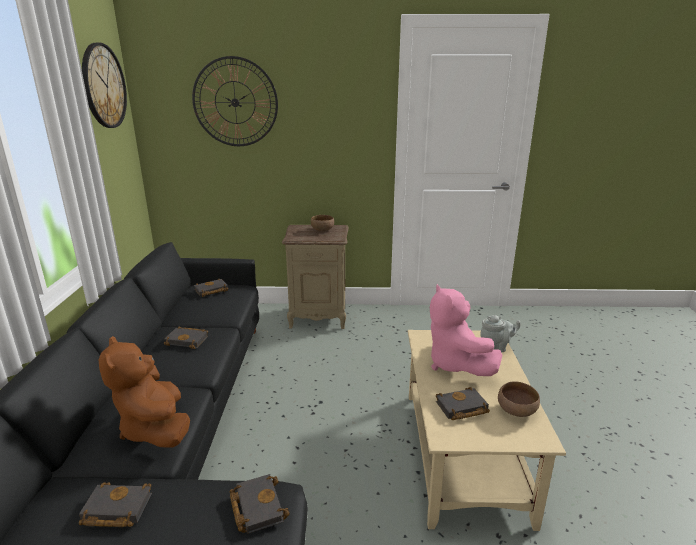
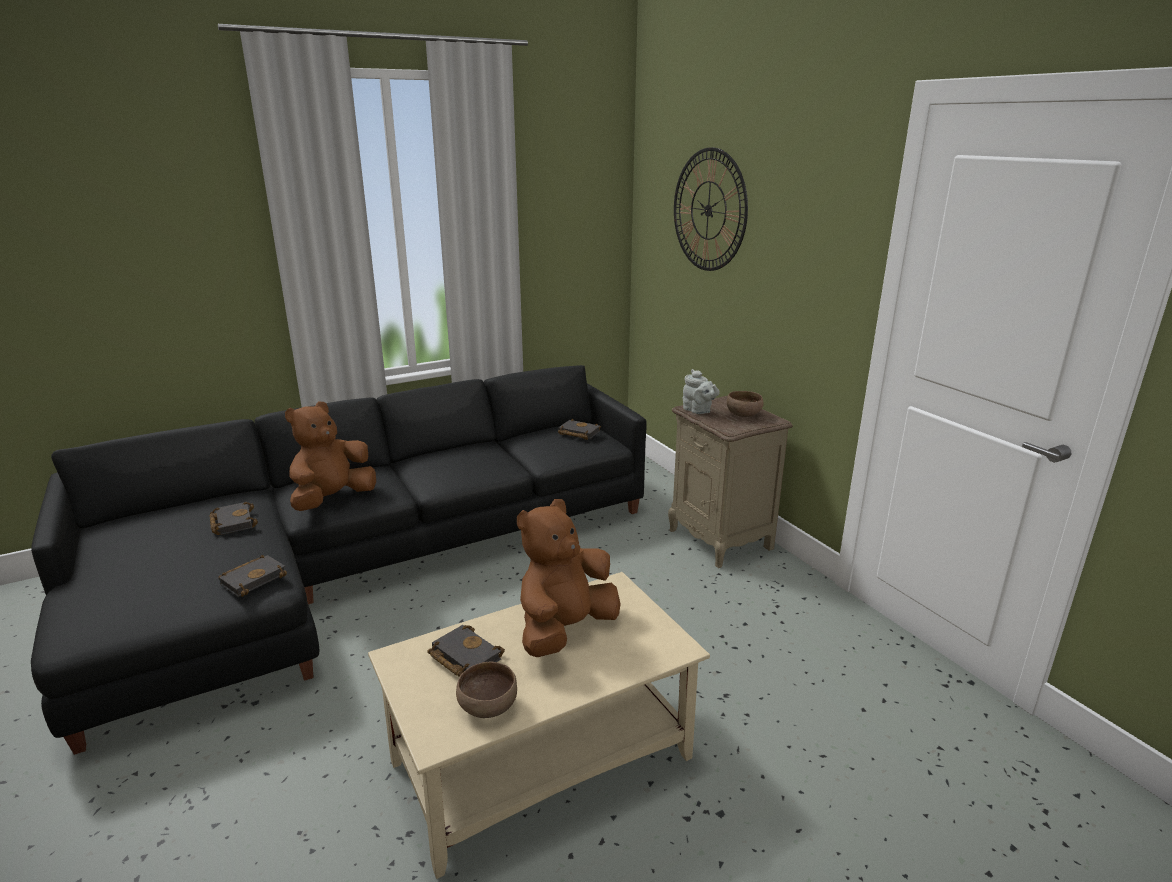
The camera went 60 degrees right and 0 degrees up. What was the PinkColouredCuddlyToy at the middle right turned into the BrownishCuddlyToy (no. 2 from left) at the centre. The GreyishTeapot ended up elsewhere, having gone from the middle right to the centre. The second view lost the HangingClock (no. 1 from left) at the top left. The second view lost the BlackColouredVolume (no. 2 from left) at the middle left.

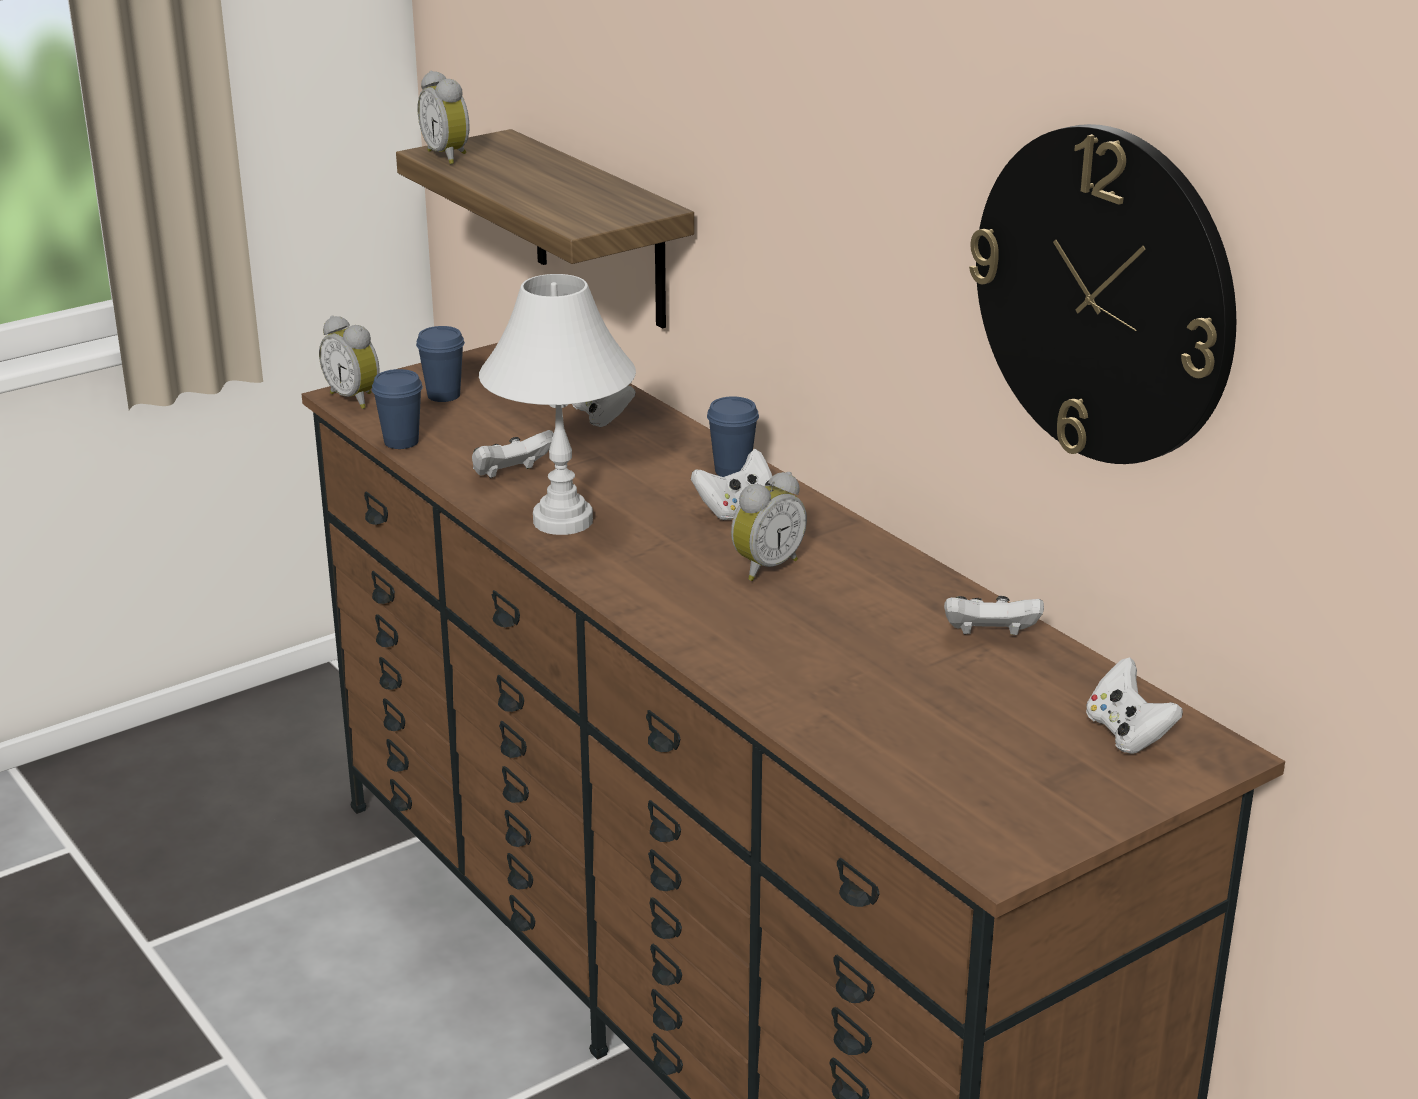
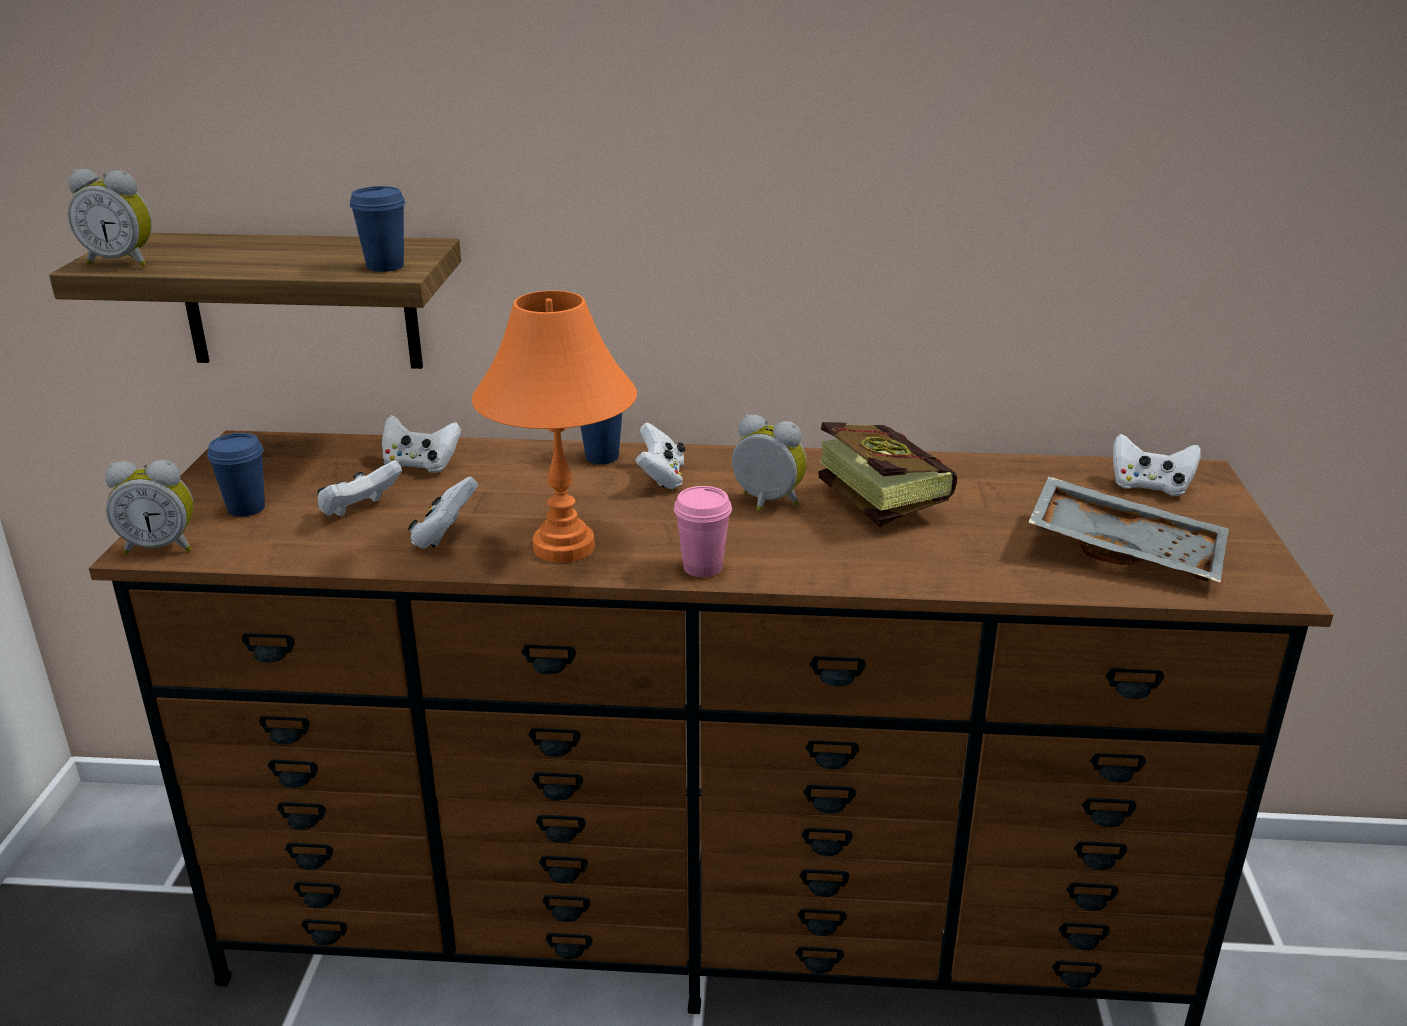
The camera went 50 degrees left and 0 degrees up. The WhitishGameController (no. 4 from left in the first image) ended up elsewhere, having gone from the middle right to the middle left. The BlueColouredSmallCup (no. 1 from left in the first image) ended up elsewhere, having gone from the middle left to the top left. What was the WhitishLampForATable at the centre turned into the OrangeyLampForATable at the centre. The second view gained the PinkColouredSmallCup at the centre. The TableClock (no. 3 from left) at the centre ended up facing another way, 60 degrees counterclockwise from before. The second view gained the Volume at the centre. The second view gained the GreyishCarryingTray at the middle right. The second view lost the HangingClock at the top right.

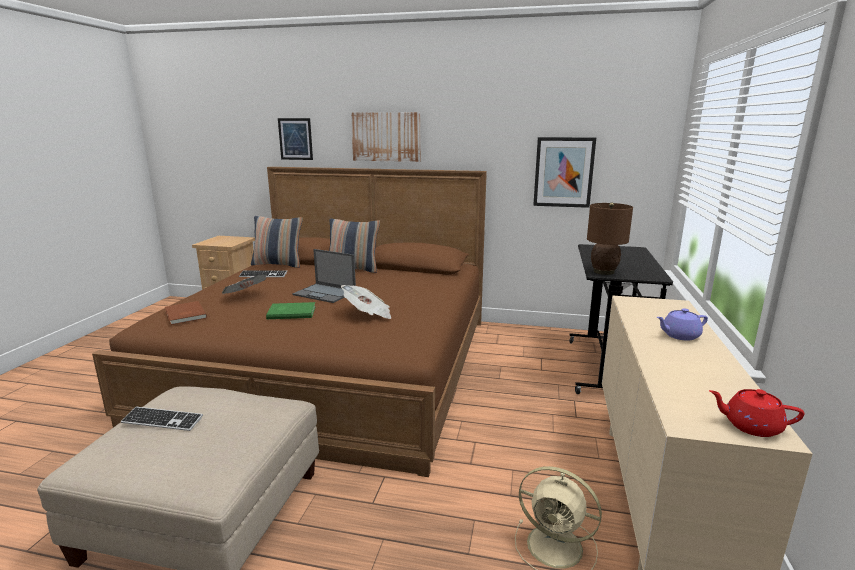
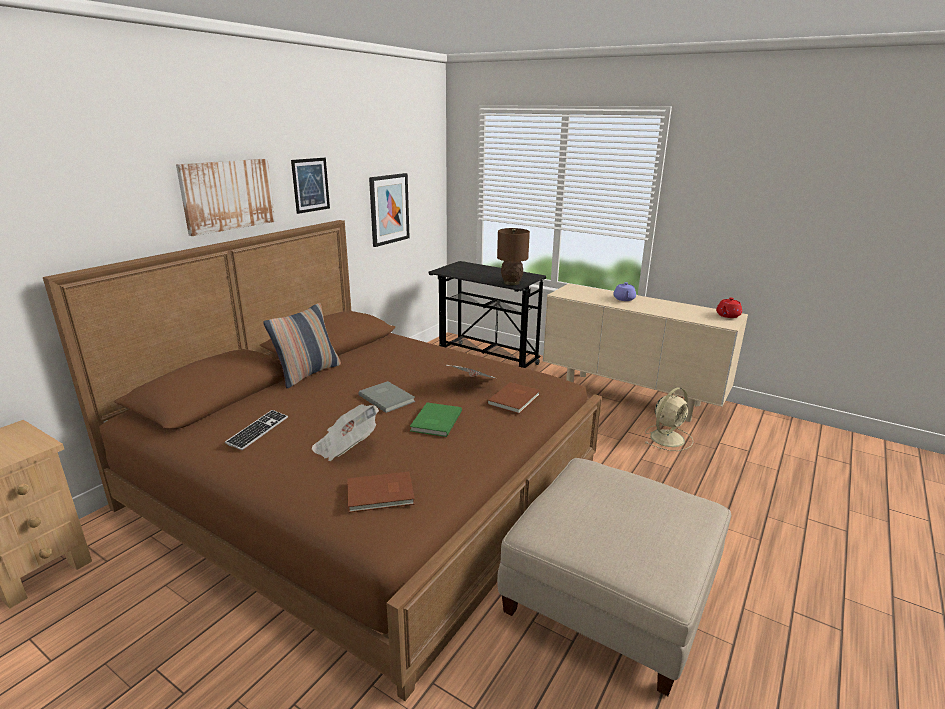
The camera went 70 degrees left and 5 degrees up. The WallArt (no. 1 from left in the first image) ended up elsewhere, having gone from the top centre to the top left. Where the NotebookComputer stood at the centre, the GreyishVolume came to stand at the centre. The second view gained the BrownishVolume (no. 2 from left) at the centre. The second view lost the PcKeyboard (no. 1 from left) at the bottom left. The second view lost the Cushion (no. 1 from left) at the middle left.

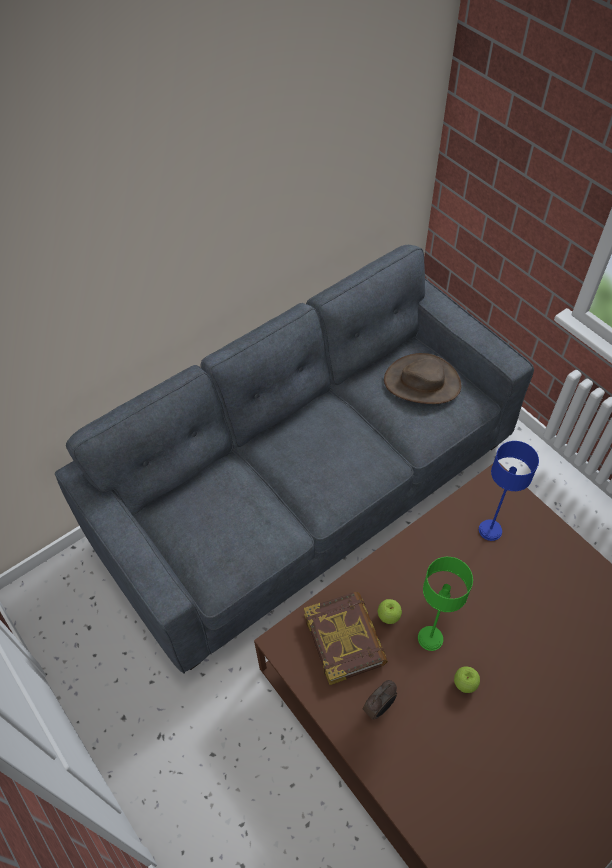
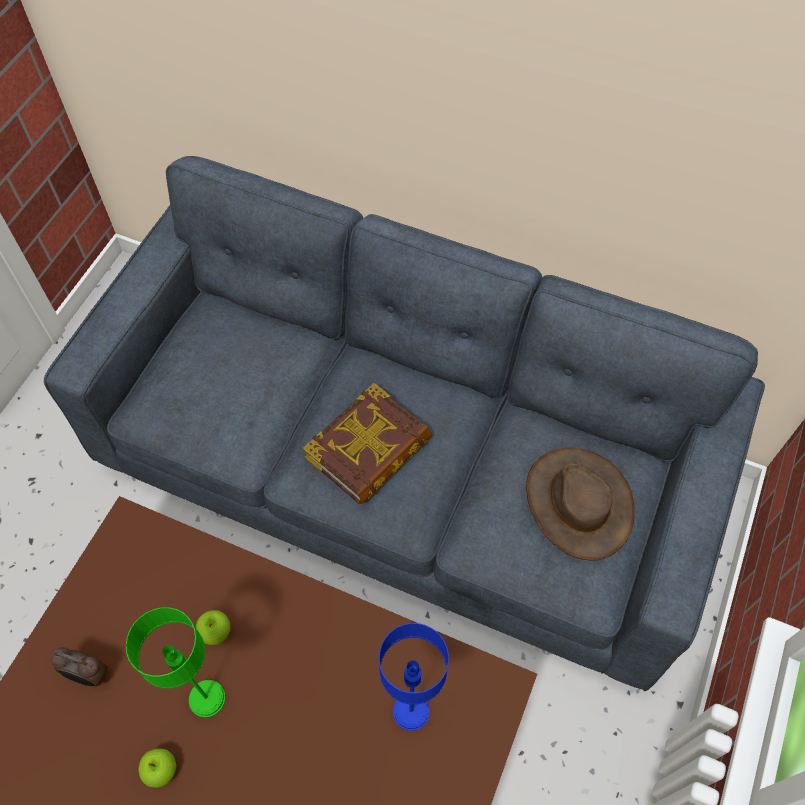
The camera went 60 degrees right and 5 degrees up. The Volume ended up elsewhere, having gone from the bottom centre to the centre.

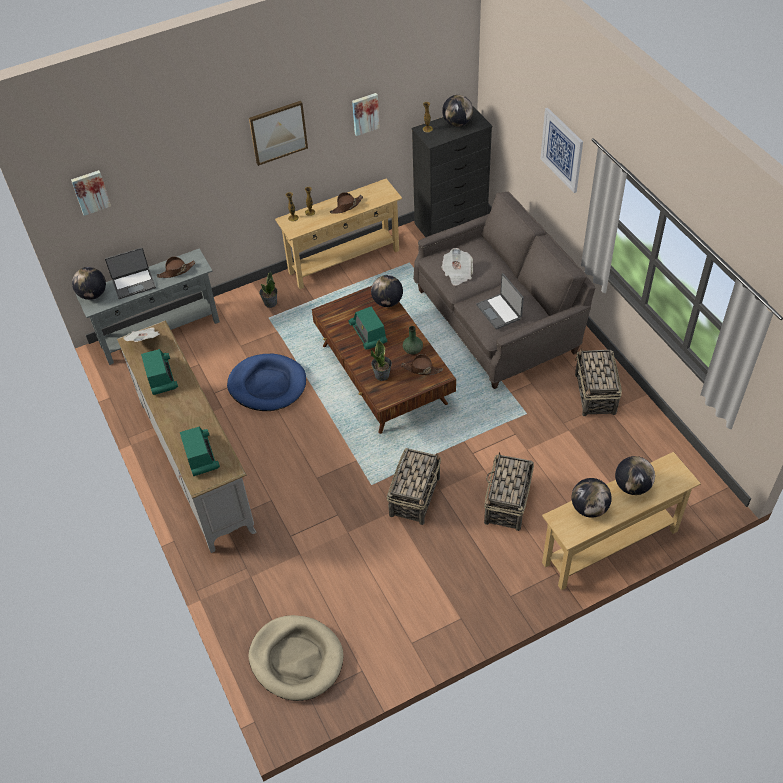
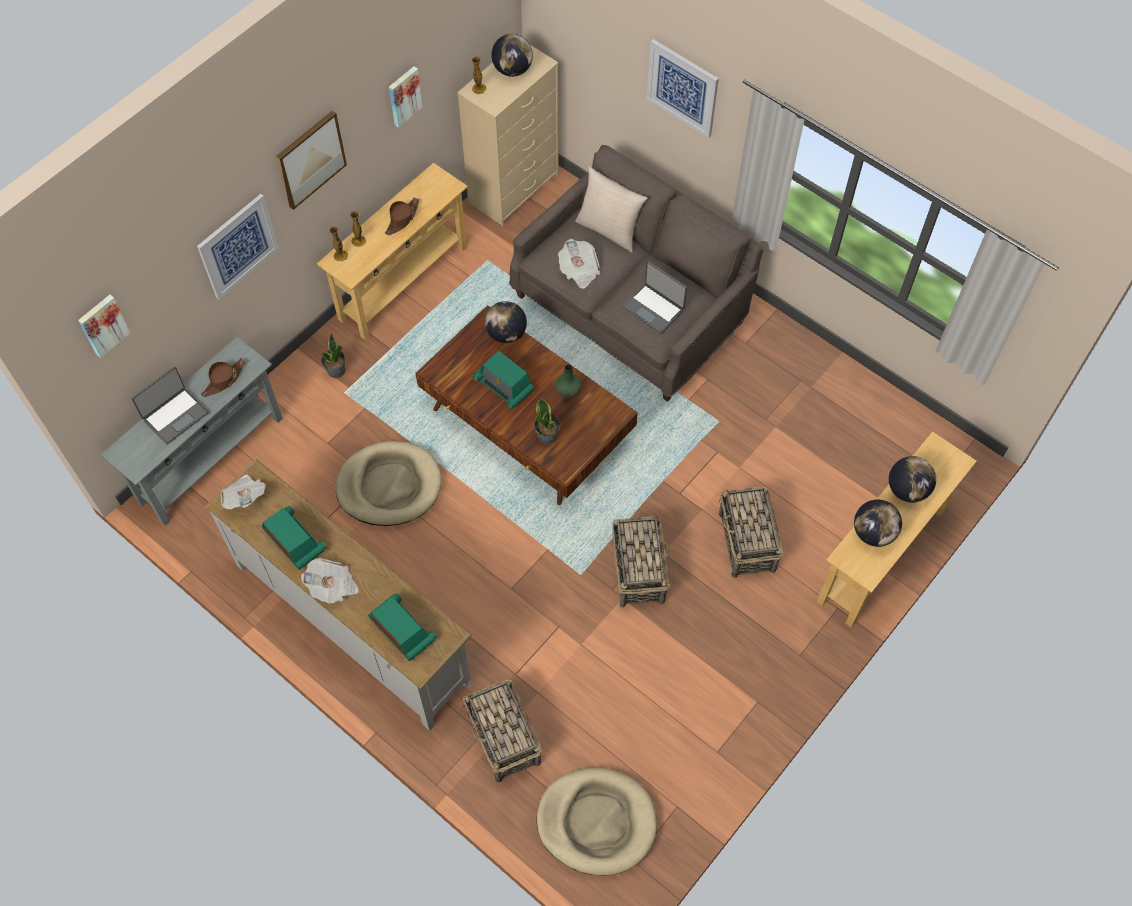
The camera went 25 degrees left and 10 degrees up. The second view gained the WallArt (no. 2 from left) at the top left. The second view gained the DailyPaper (no. 2 from left) at the middle left. What was the BlueColouredDogCushion at the centre turned into the BeigeDogCushion (no. 1 from left) at the centre. What was the BlackColouredDresser at the top centre turned into the BeigeDresser at the top centre. The HouseholdBasket (no. 3 from left in the first image) ended up elsewhere, having gone from the middle right to the bottom centre. The second view gained the BeigeCushion at the top centre. The second view lost the Globe (no. 1 from left) at the middle left. The second view lost the BrownishClothingHat (no. 3 from left) at the centre.

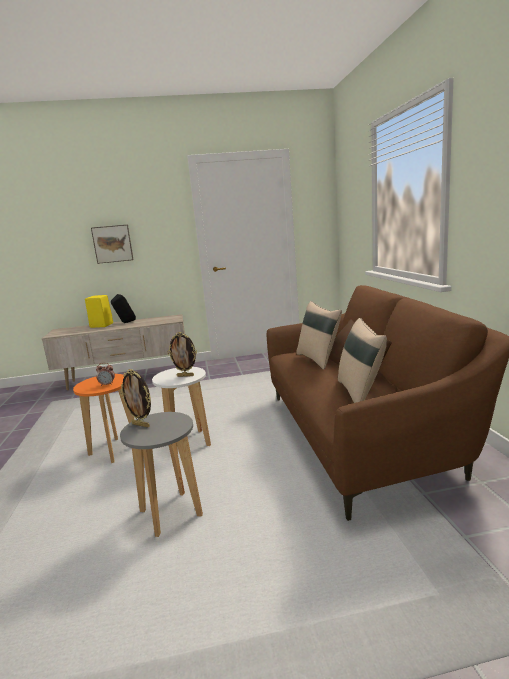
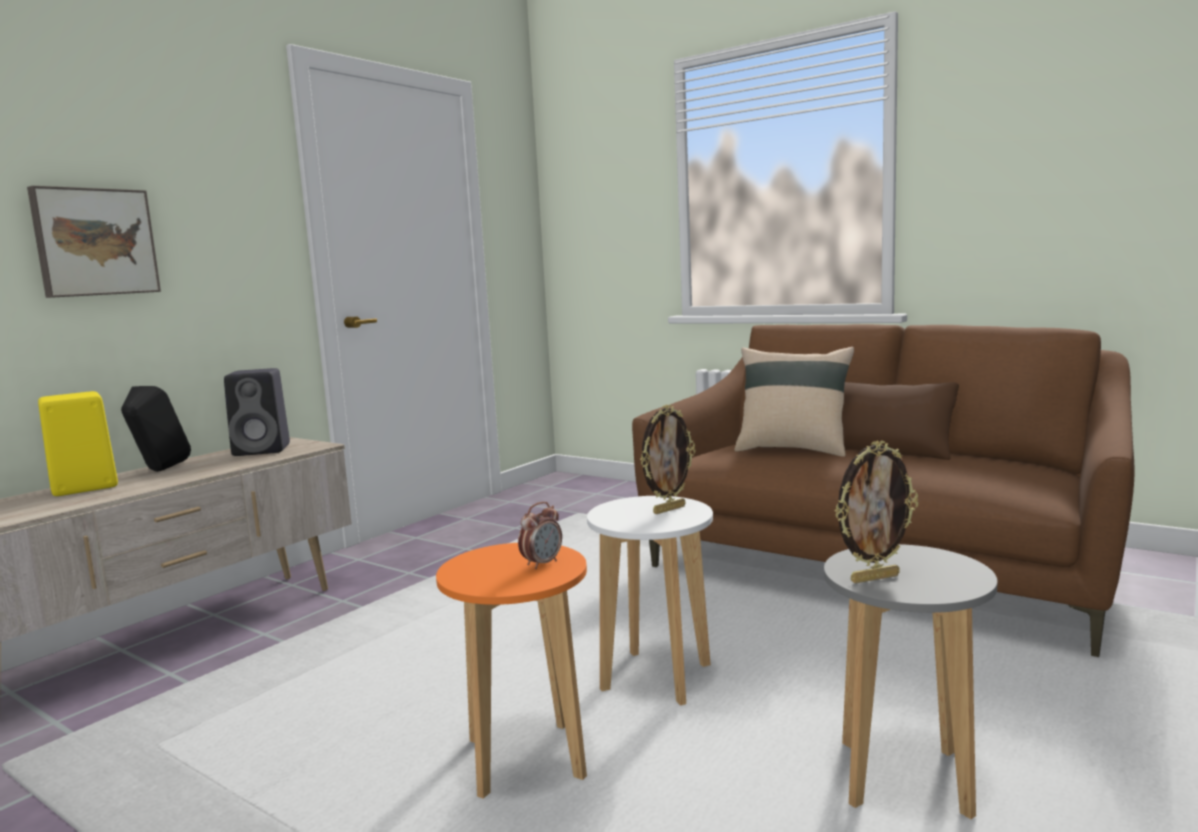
The camera went 45 degrees left and 5 degrees down. The second view gained the BlackColouredSpeaker (no. 2 from left) at the middle left. The second view lost the BeigeCushion (no. 2 from left) at the middle right.

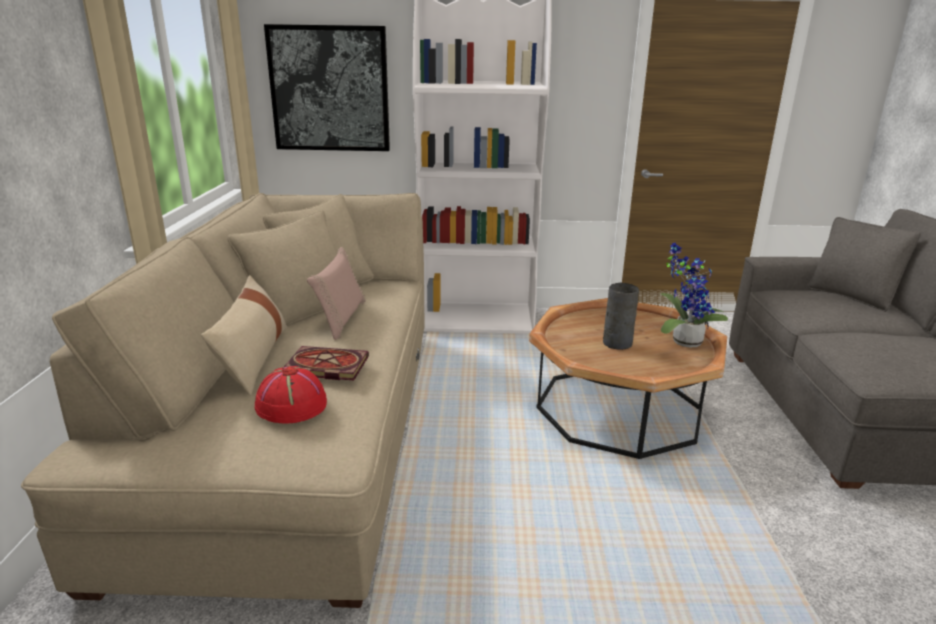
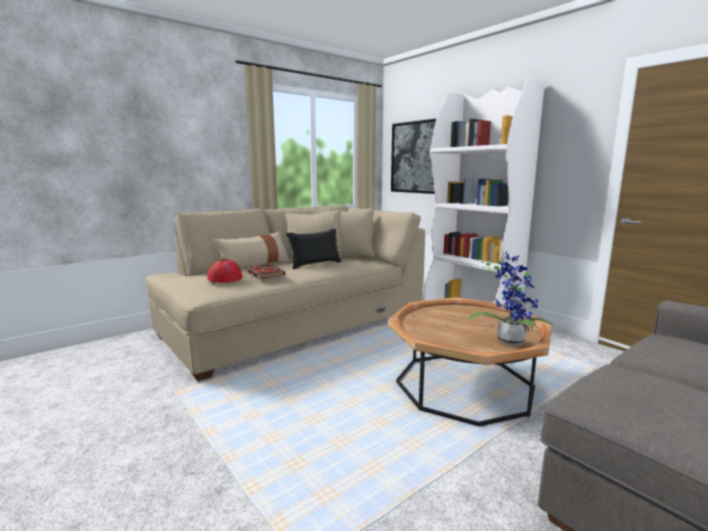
The camera went 50 degrees right and 10 degrees down. What was the BeigeCushion (no. 2 from left) at the centre turned into the BlackColouredCushion at the centre. The second view lost the GreyishVase at the centre.

